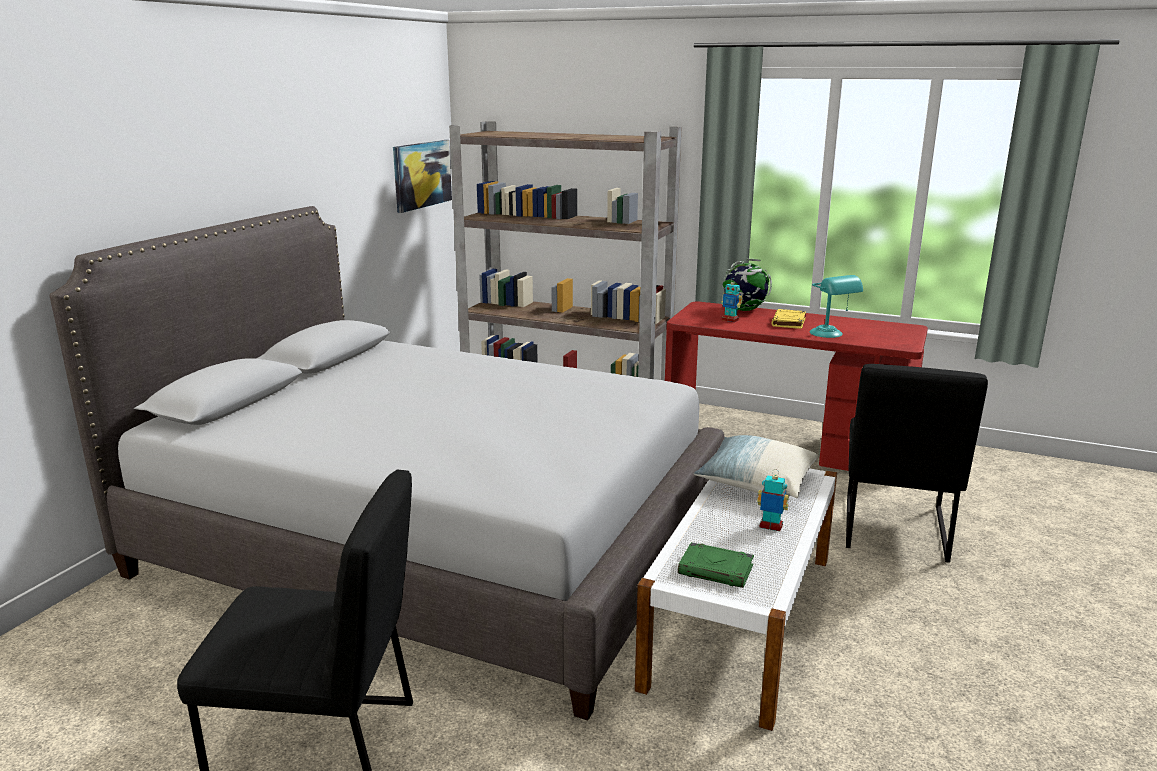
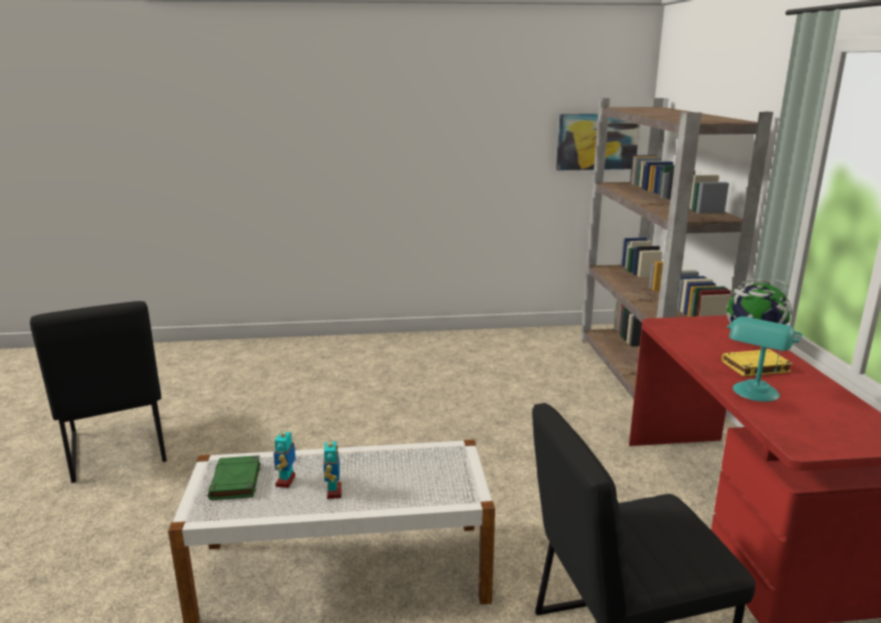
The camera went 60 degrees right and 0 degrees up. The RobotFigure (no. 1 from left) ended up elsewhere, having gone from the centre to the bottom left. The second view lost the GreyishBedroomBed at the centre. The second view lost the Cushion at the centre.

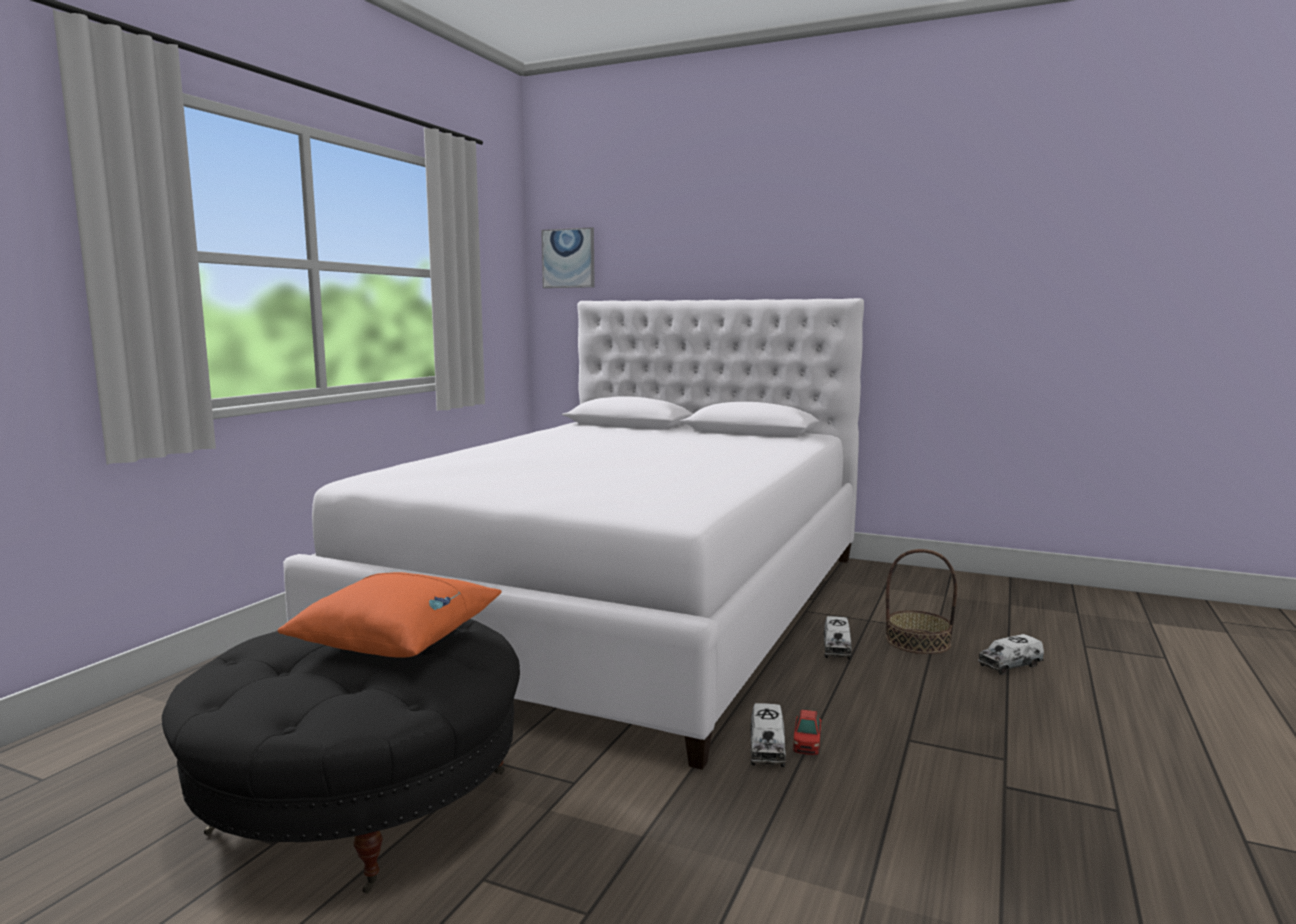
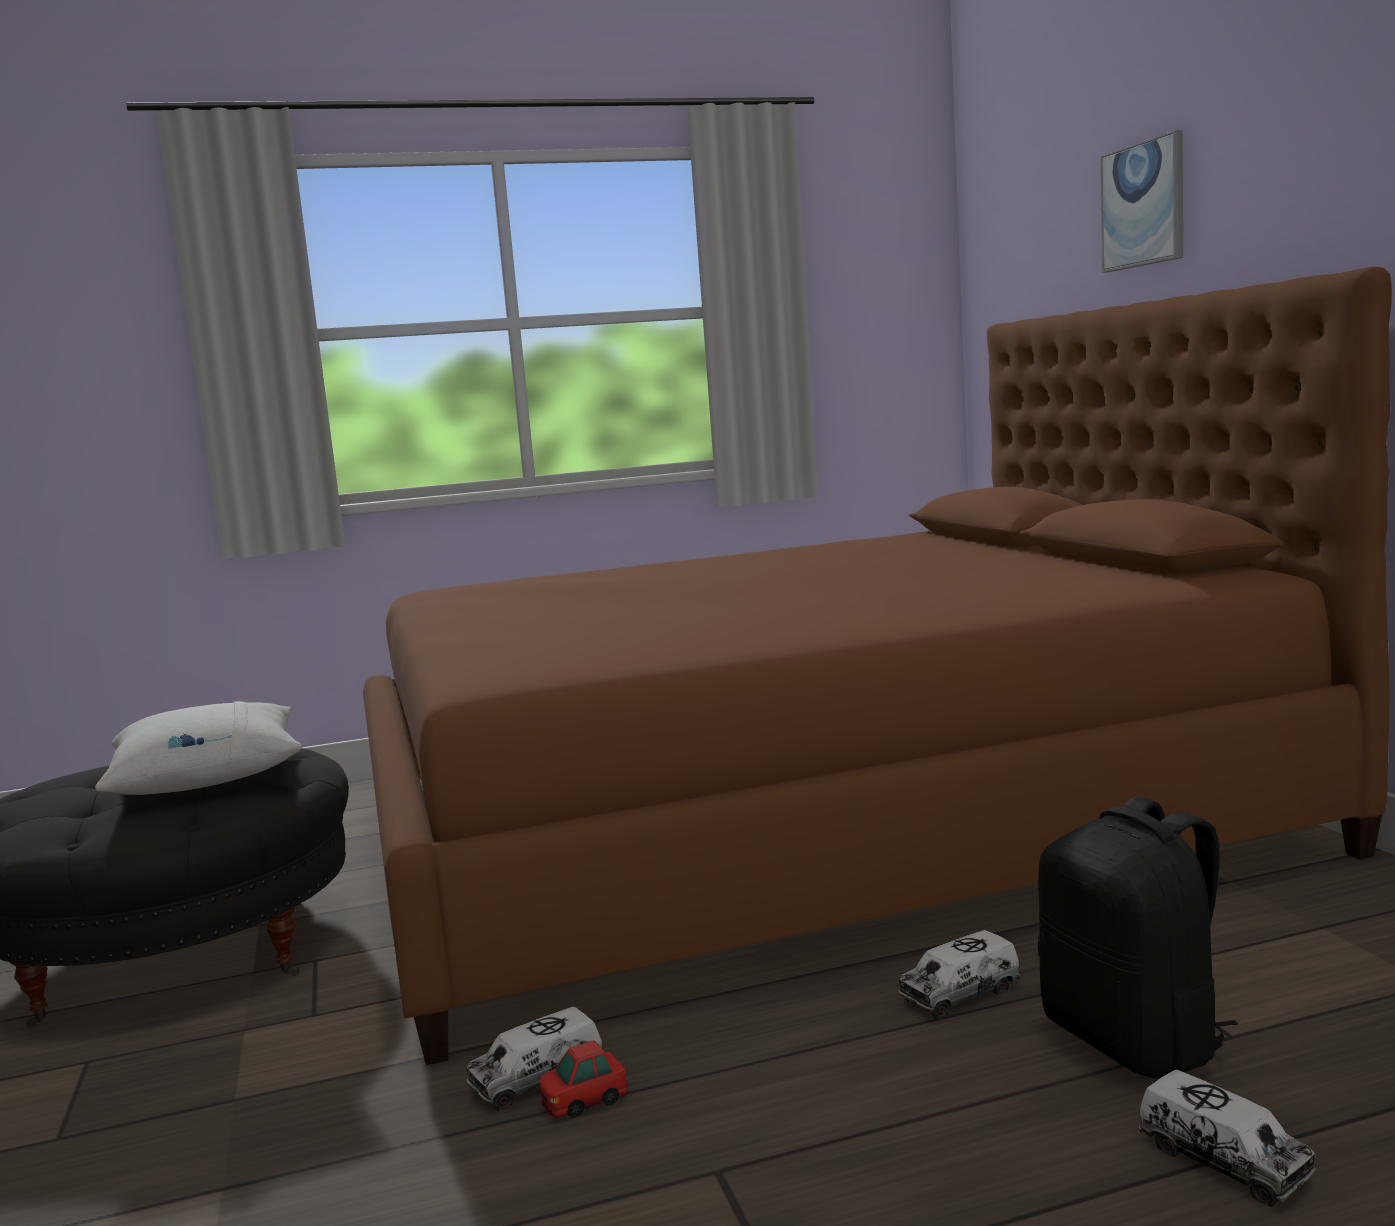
The camera went 50 degrees right and 0 degrees up. What was the OrangeyCushion at the middle left turned into the GreyishCushion at the middle left. What was the WhitishBedroomBed at the centre turned into the BrownishBedroomBed at the centre. Where the HouseholdBasket stood at the middle right, the BlackColouredKnapsack came to stand at the bottom right. The WallArt ended up elsewhere, having gone from the top centre to the top right. The ToyTruck (no. 3 from left) at the bottom right ended up facing another way, 150 degrees counterclockwise from before.

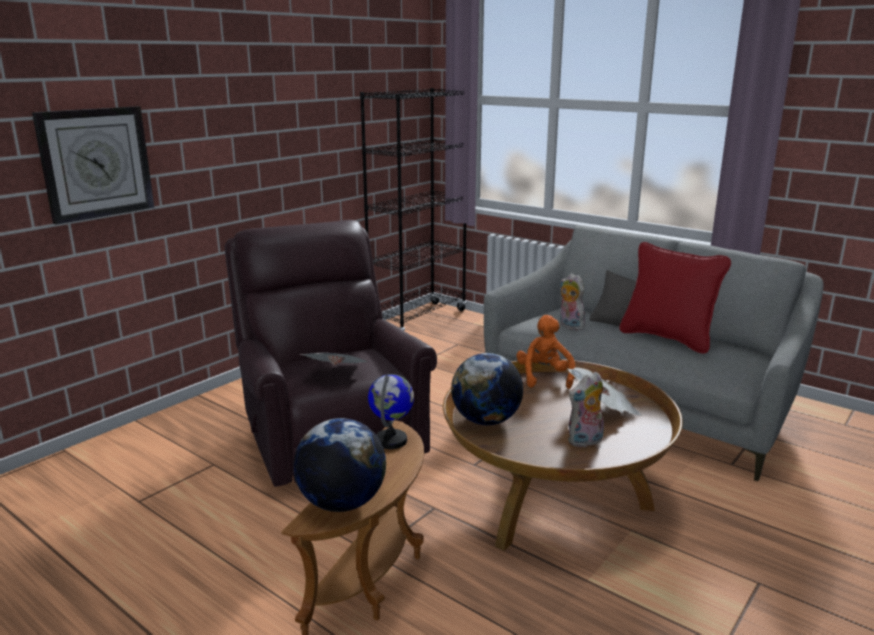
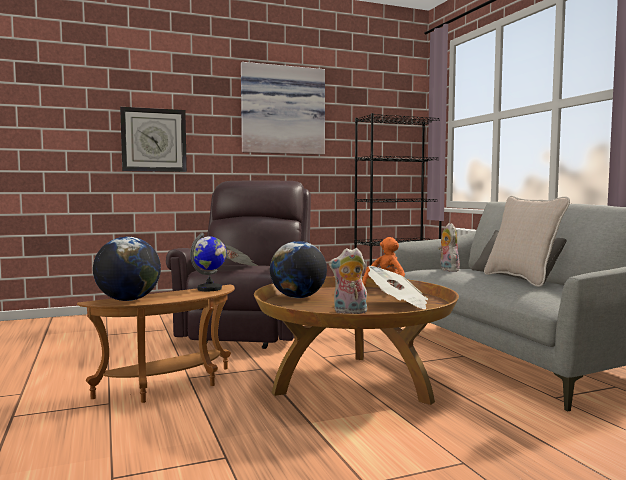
The camera went 30 degrees right and 15 degrees down. The second view gained the WallArt at the top centre. What was the RedCushion at the middle right turned into the BeigeCushion at the middle right.

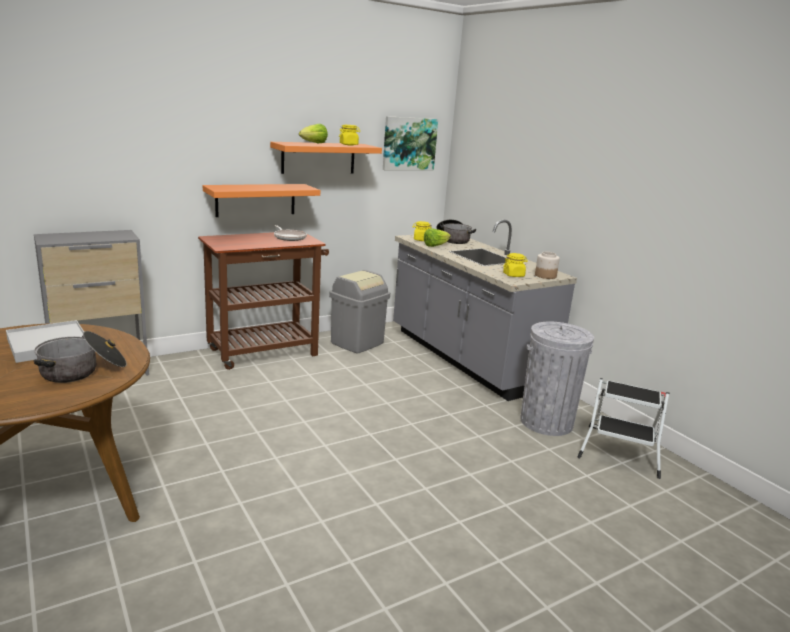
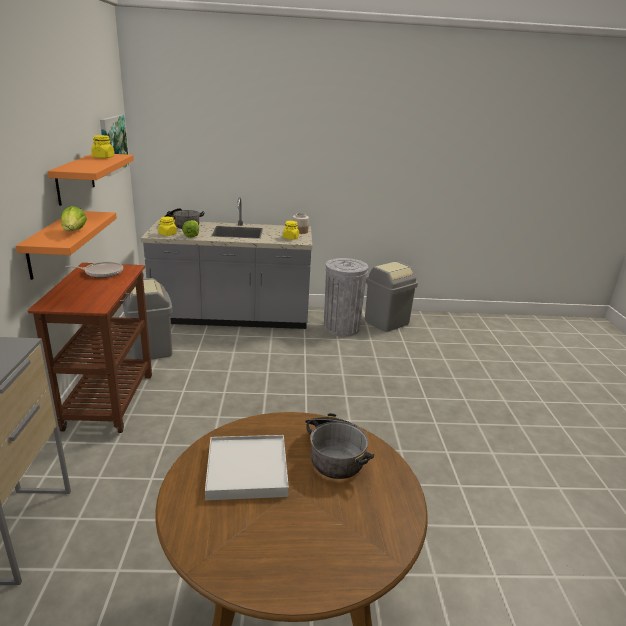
The camera went 60 degrees left and 5 degrees up. The LettuceHead (no. 1 from left) ended up elsewhere, having gone from the top centre to the middle left. Where the Stepladder stood at the bottom right, the GreyishTrashCan (no. 3 from left) came to stand at the centre.

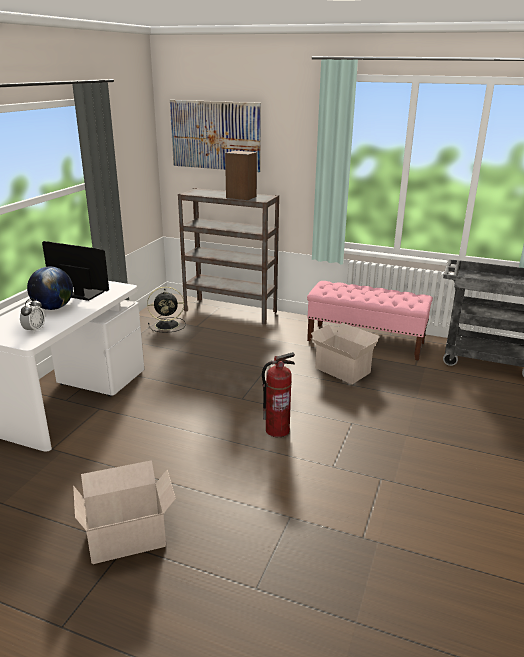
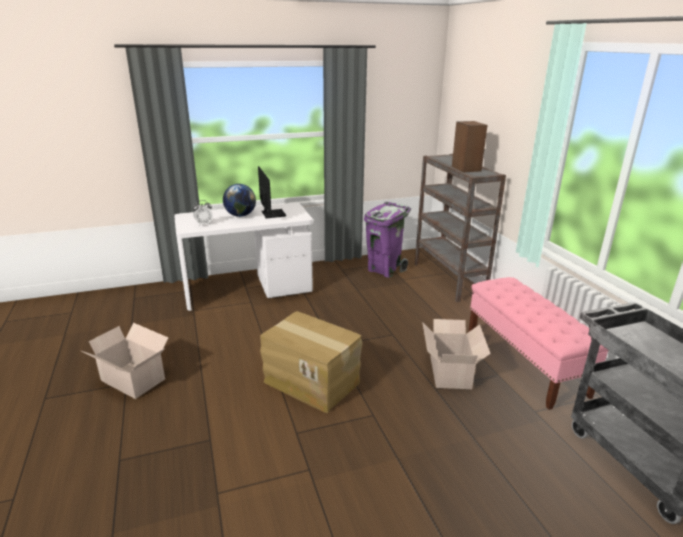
The camera went 50 degrees right and 0 degrees up. Where the FireExtinguisher stood at the centre, the CardboardBox (no. 2 from left) came to stand at the bottom centre. Where the BlackColouredElectricFan stood at the middle left, the PurplishTrashCan came to stand at the centre. The second view lost the WallArt at the top centre.

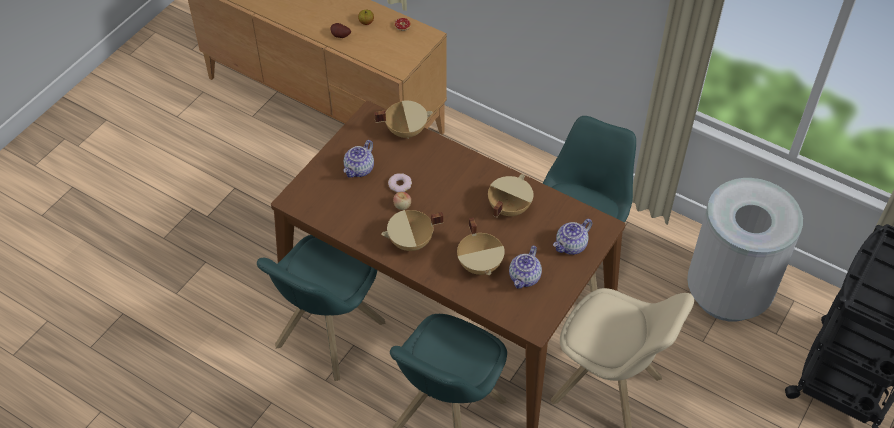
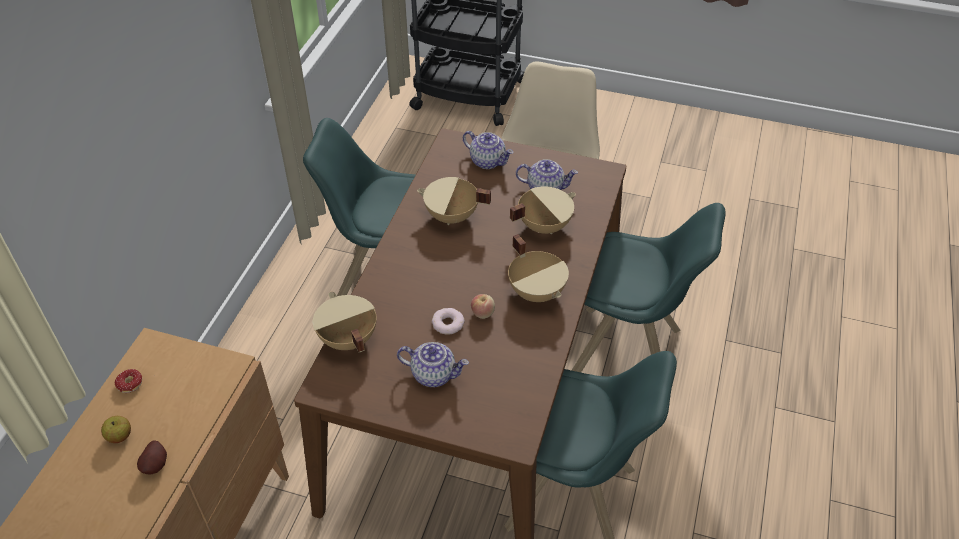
The camera went 105 degrees left and 5 degrees down. The second view lost the GreyishTrashCan at the middle right.

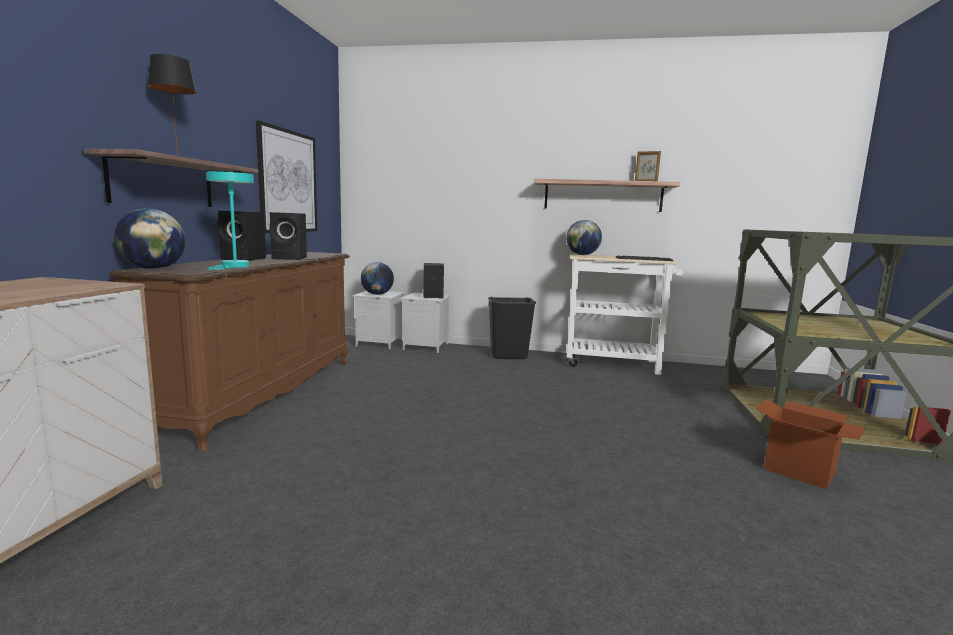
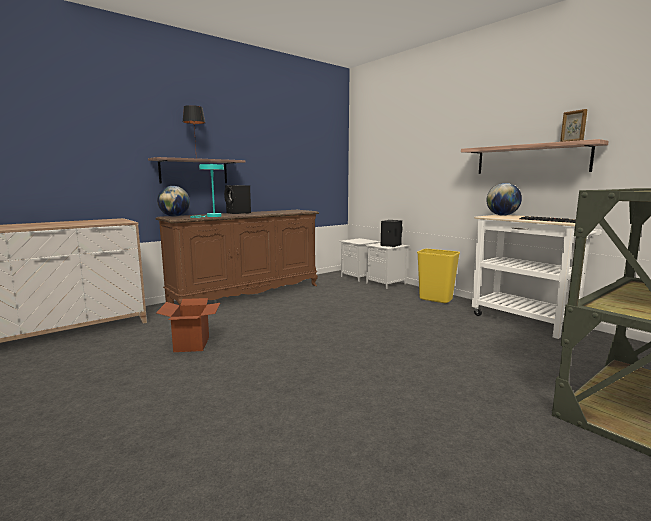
The camera went 40 degrees right and 0 degrees up. The CardboardBox ended up elsewhere, having gone from the bottom right to the middle left. What was the BlackColouredTrashCan at the centre turned into the YellowishTrashCan at the middle right. The second view lost the WallArt at the top left. The second view lost the BlackColouredSpeaker (no. 2 from left) at the middle left. The second view lost the Globe (no. 2 from left) at the centre.

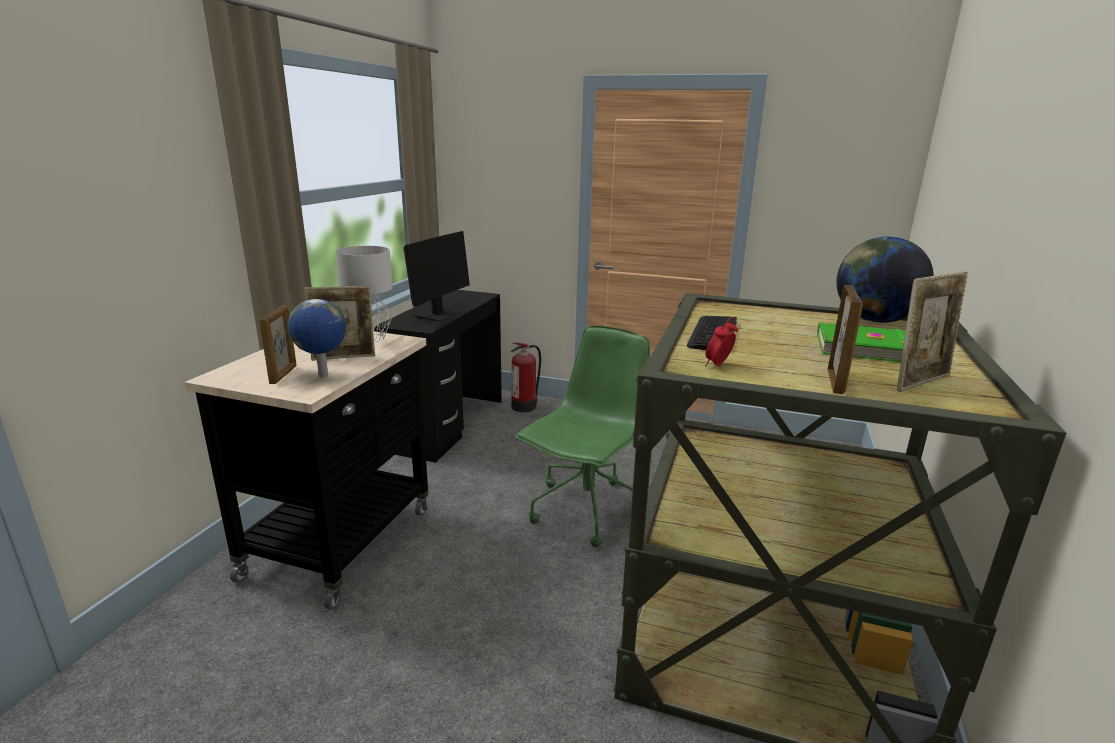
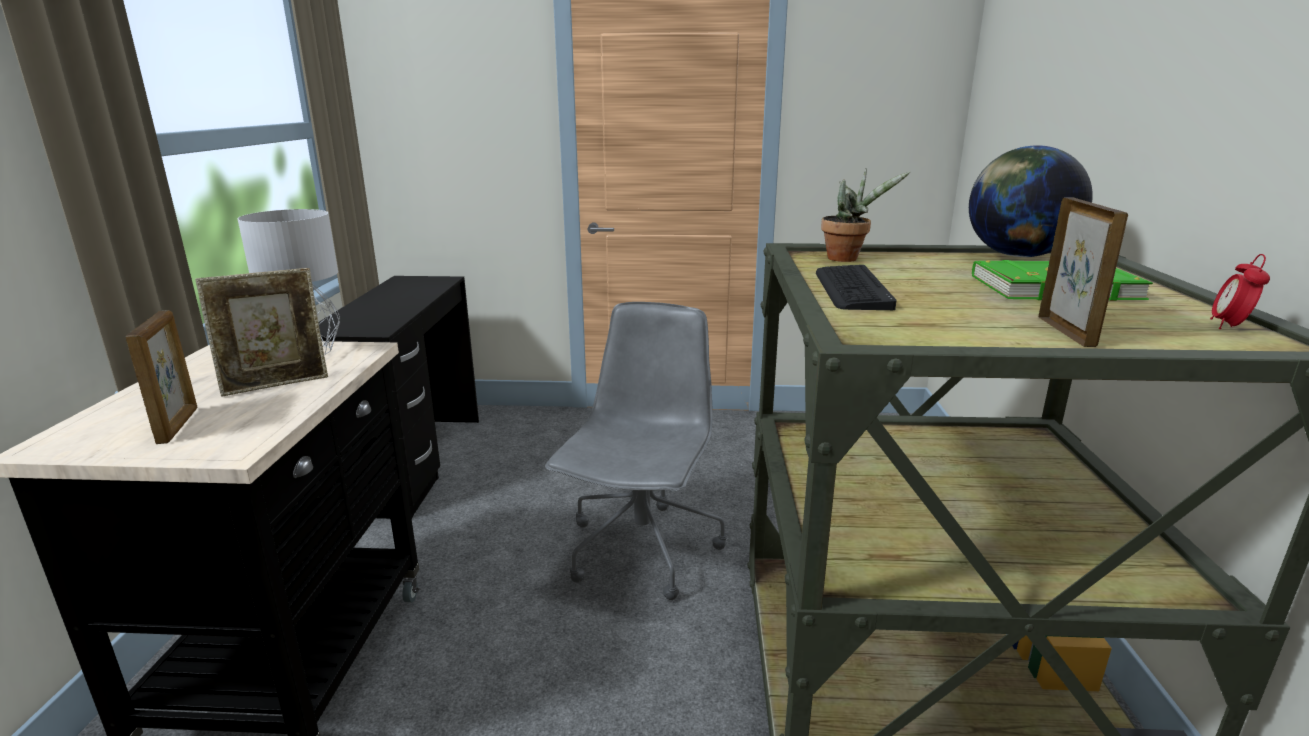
The camera went 15 degrees left and 0 degrees up. What was the GreenishDeskChair at the centre turned into the GreyishDeskChair at the centre. The second view gained the Houseplant at the top centre. The TableClock ended up elsewhere, having gone from the centre to the middle right. The second view lost the Globe (no. 1 from left) at the middle left. The second view lost the Monitor at the centre. The second view lost the FireExtinguisher at the centre. The second view lost the PhotoFrame (no. 4 from left) at the middle right.

